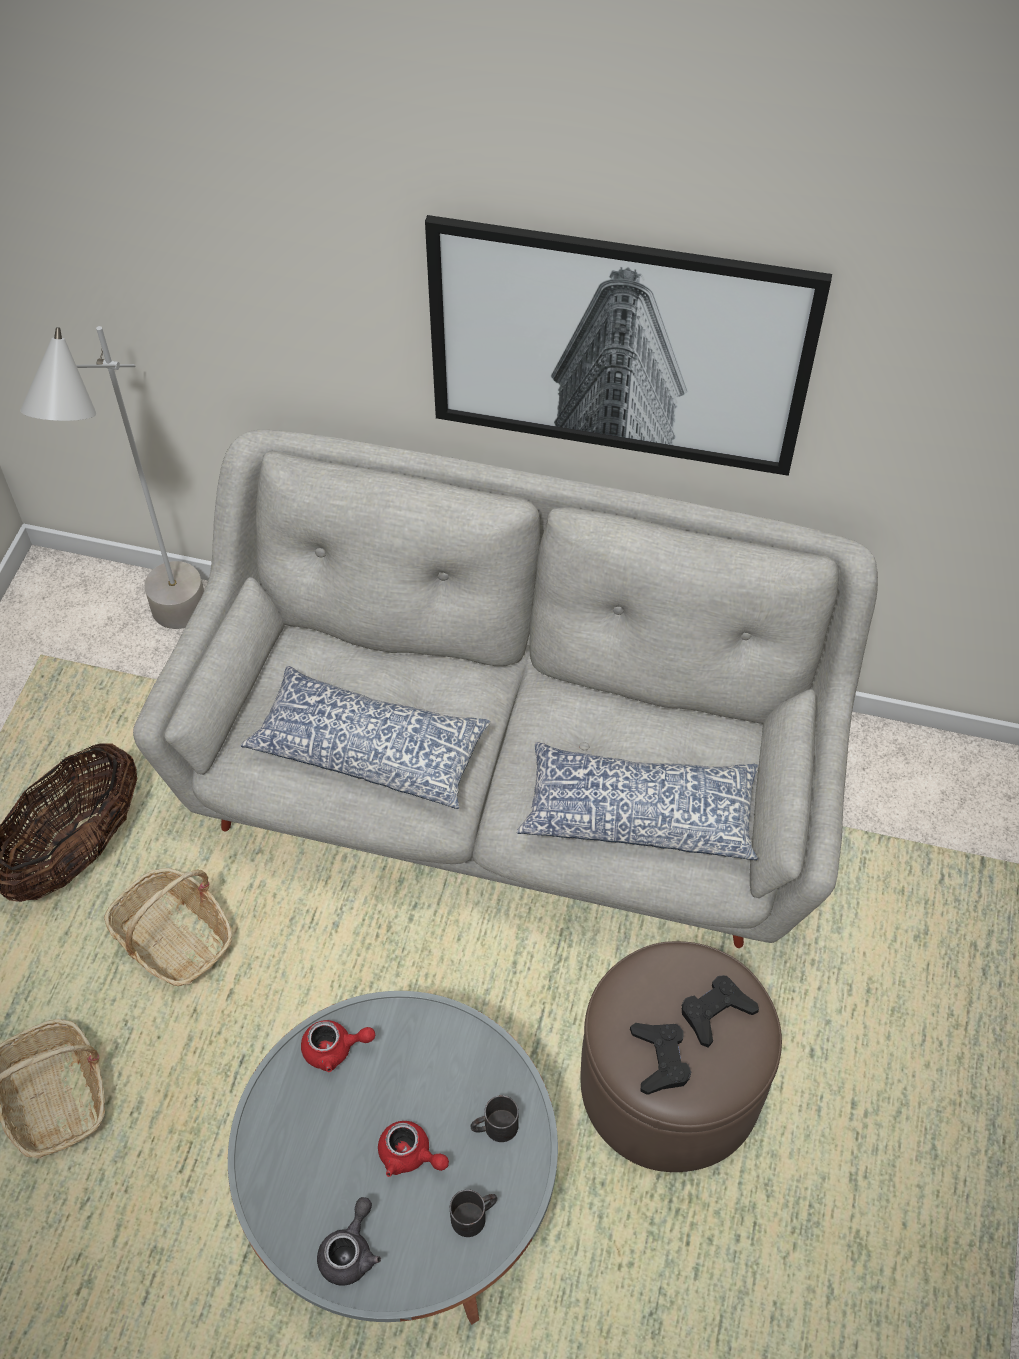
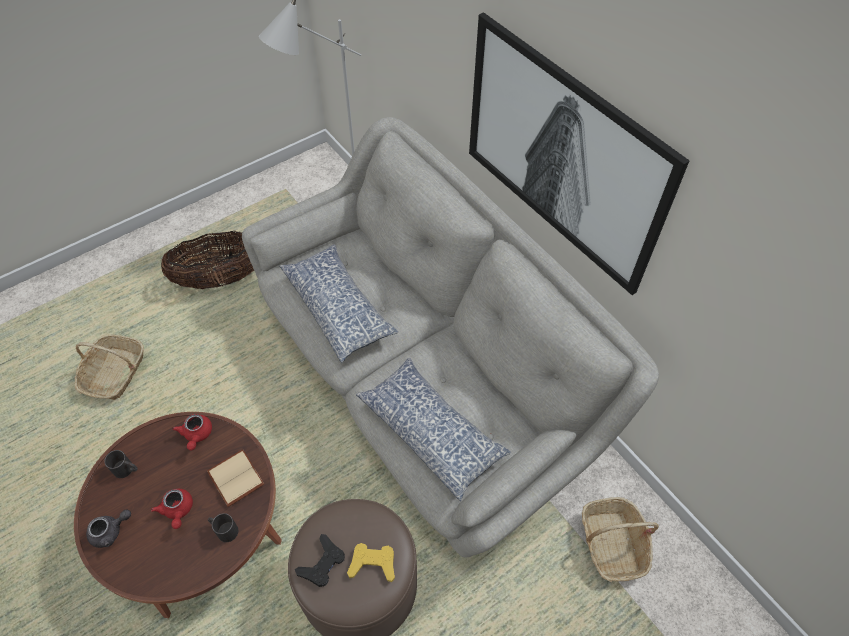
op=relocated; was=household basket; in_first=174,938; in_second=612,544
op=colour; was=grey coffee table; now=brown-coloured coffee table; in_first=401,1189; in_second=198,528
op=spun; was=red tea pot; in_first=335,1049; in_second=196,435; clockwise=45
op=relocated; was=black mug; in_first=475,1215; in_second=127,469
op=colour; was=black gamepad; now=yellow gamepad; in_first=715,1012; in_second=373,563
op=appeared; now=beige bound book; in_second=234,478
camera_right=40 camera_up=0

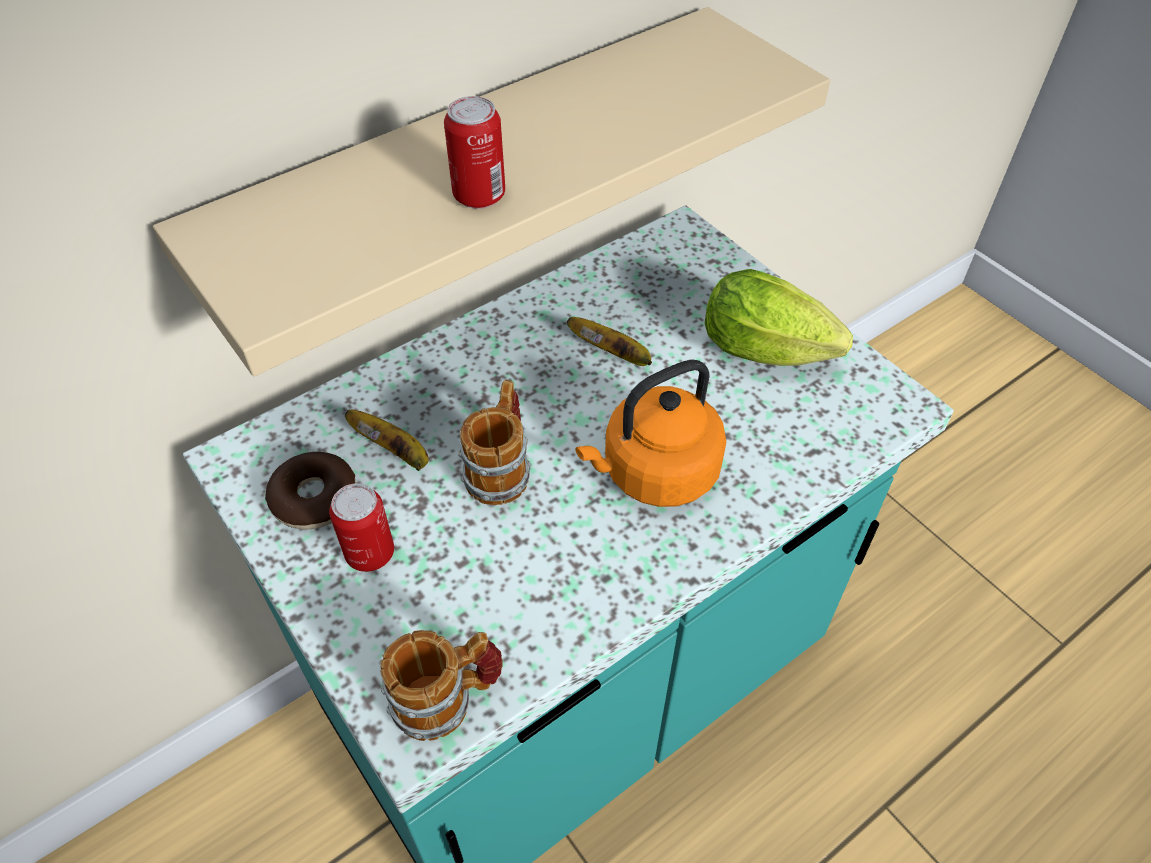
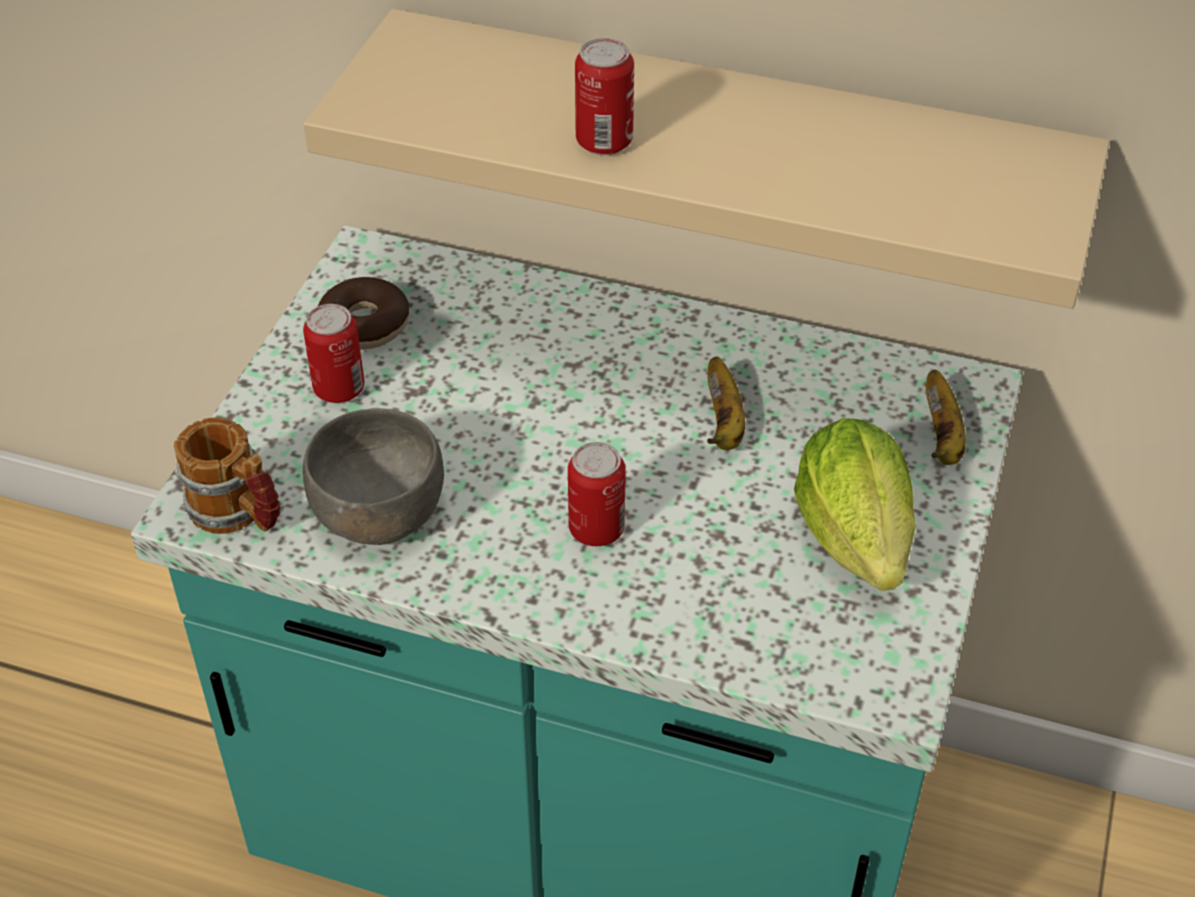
op=relocated; was=whole banana; in_first=395,452; in_second=942,438
op=missing; was=mug; in_first=501,468
op=exchanged; was=orange-coloured water kettle; now=metal can; in_first=654,473; in_second=596,530
op=appeared; now=grey bowl; in_second=378,514
camera_right=55 camera_up=-5

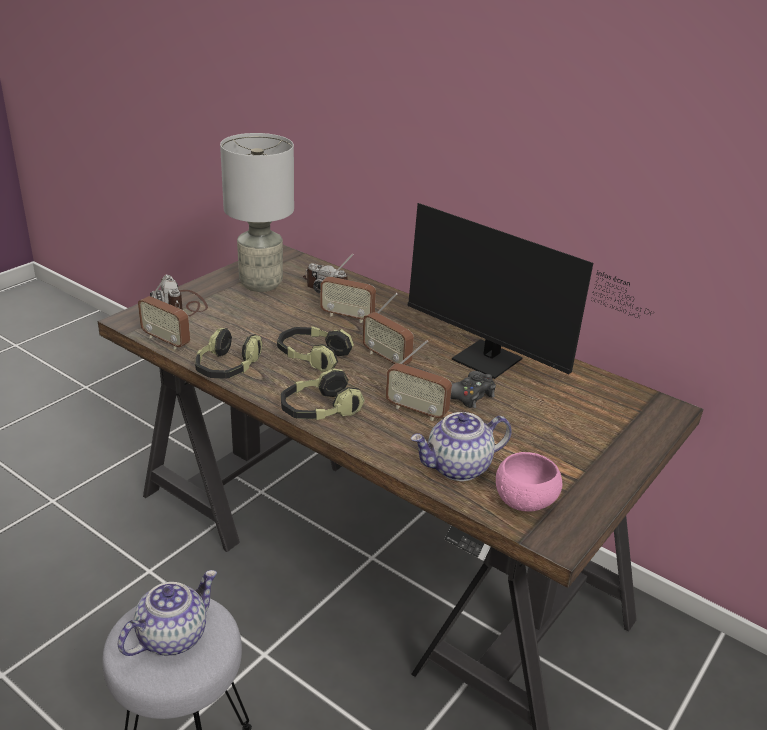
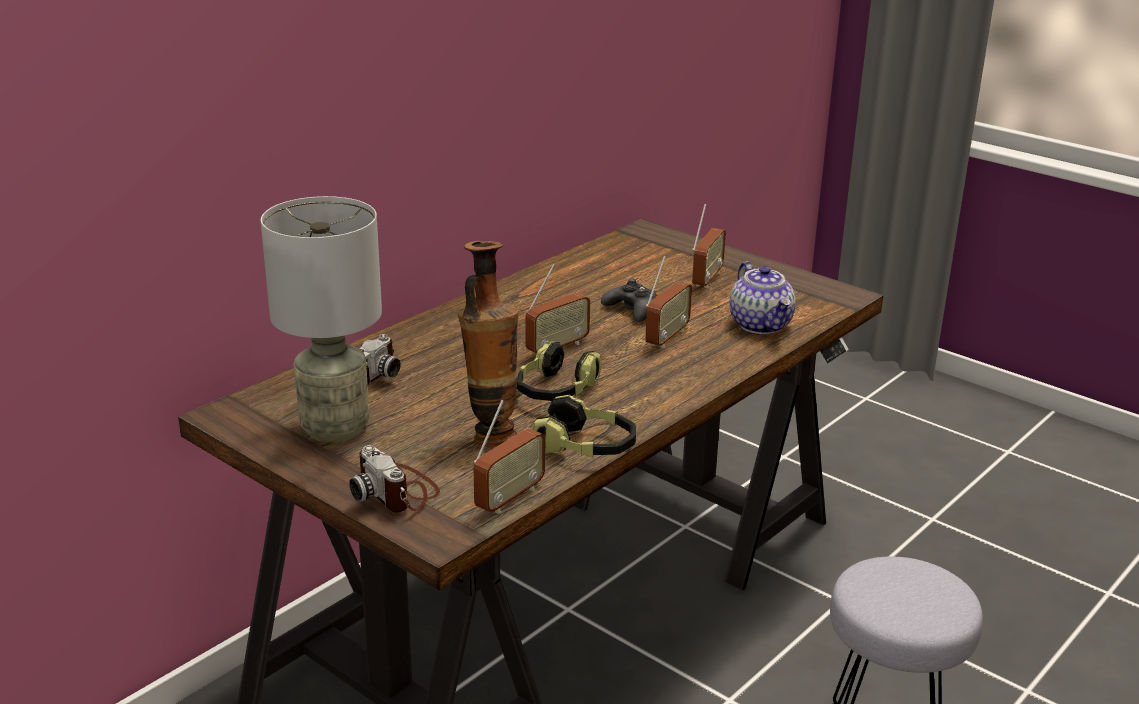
op=missing; was=tea pot; in_first=172,635
op=spun; was=still camera; in_first=182,305; in_second=397,491; clockwise=75
op=missing; was=headset; in_first=319,410
op=relocated; was=radio set; in_first=347,316; in_second=706,279
op=missing; was=monitor; in_first=493,364
op=missing; was=pink bowl; in_first=524,502
op=appeared; now=vase; in_second=491,434
camera_right=-85 camera_up=-5

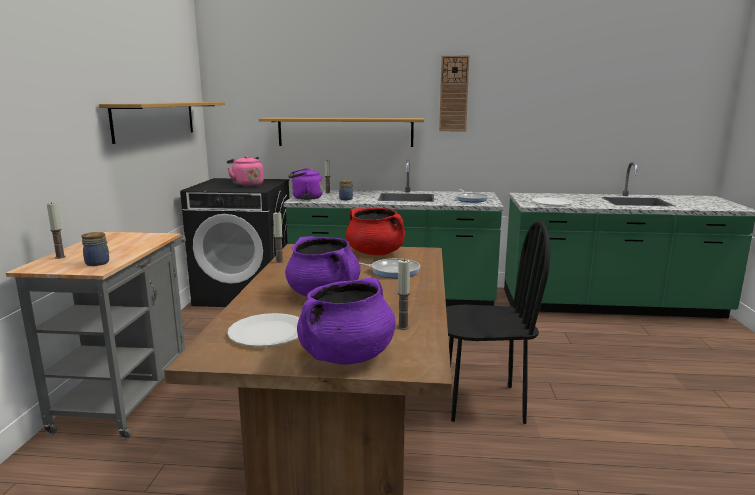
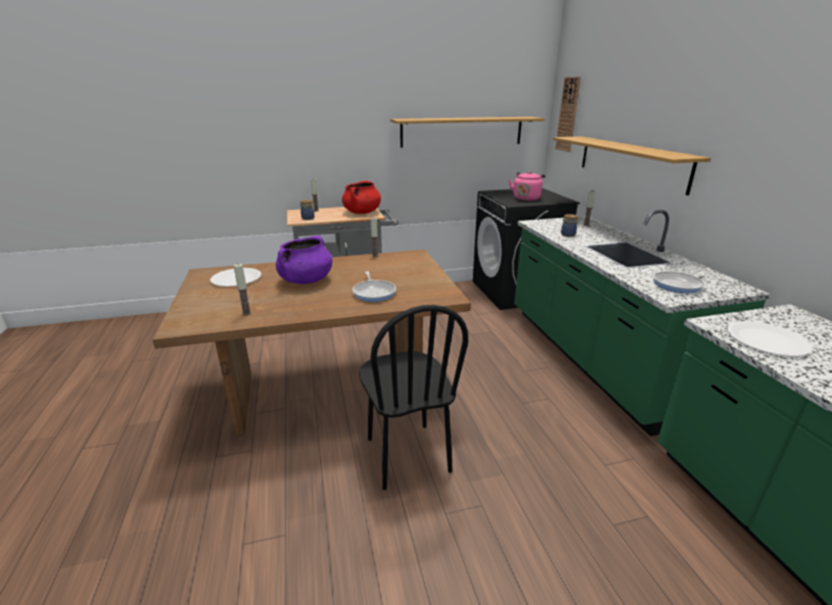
op=missing; was=purple water kettle; in_first=305,198
op=missing; was=purple cooking pot; in_first=346,356
op=relocated; was=red cooking pot; in_first=375,253; in_second=362,212
op=relocated; was=clock on the wall; in_first=453,94; in_second=568,114
camera_right=70 camera_up=10

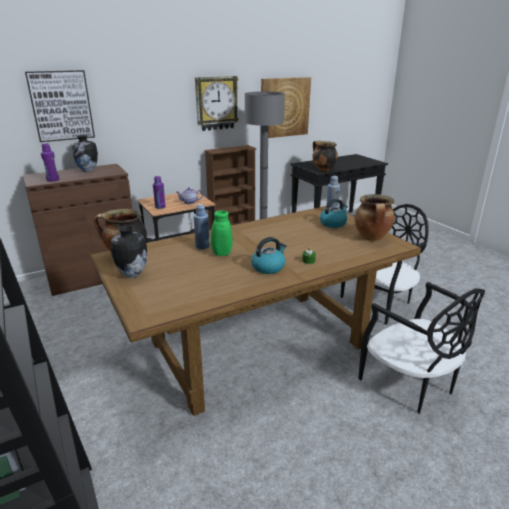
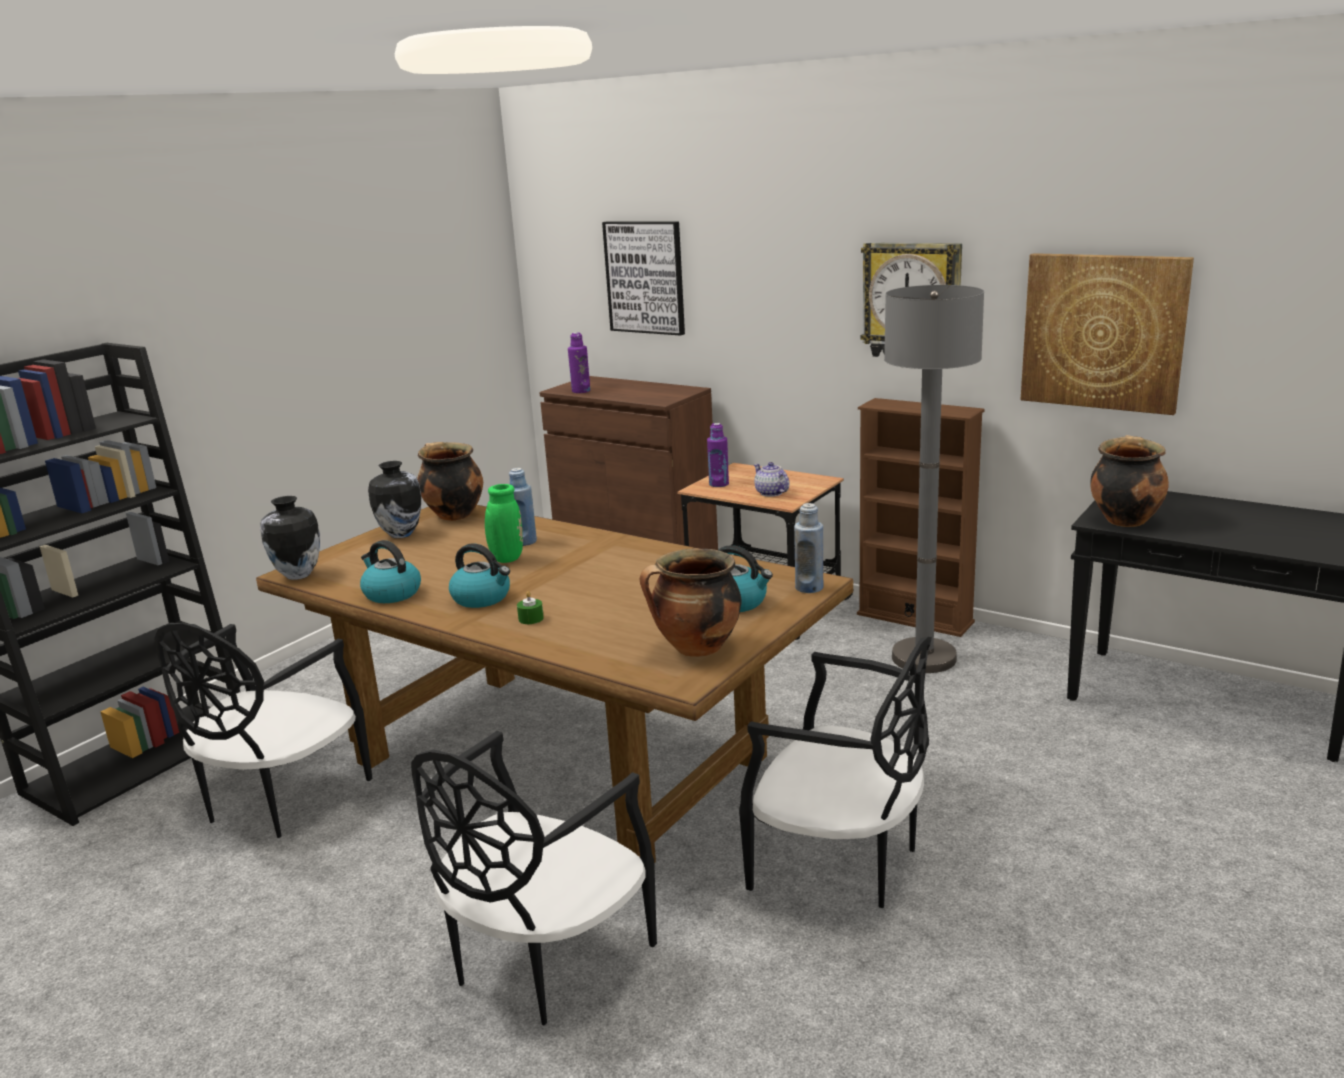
op=relocated; was=vase; in_first=88,170; in_second=297,575
op=appeared; now=black plain chair; in_second=280,799
op=appeared; now=water kettle; in_second=391,593
camera_right=65 camera_up=-5

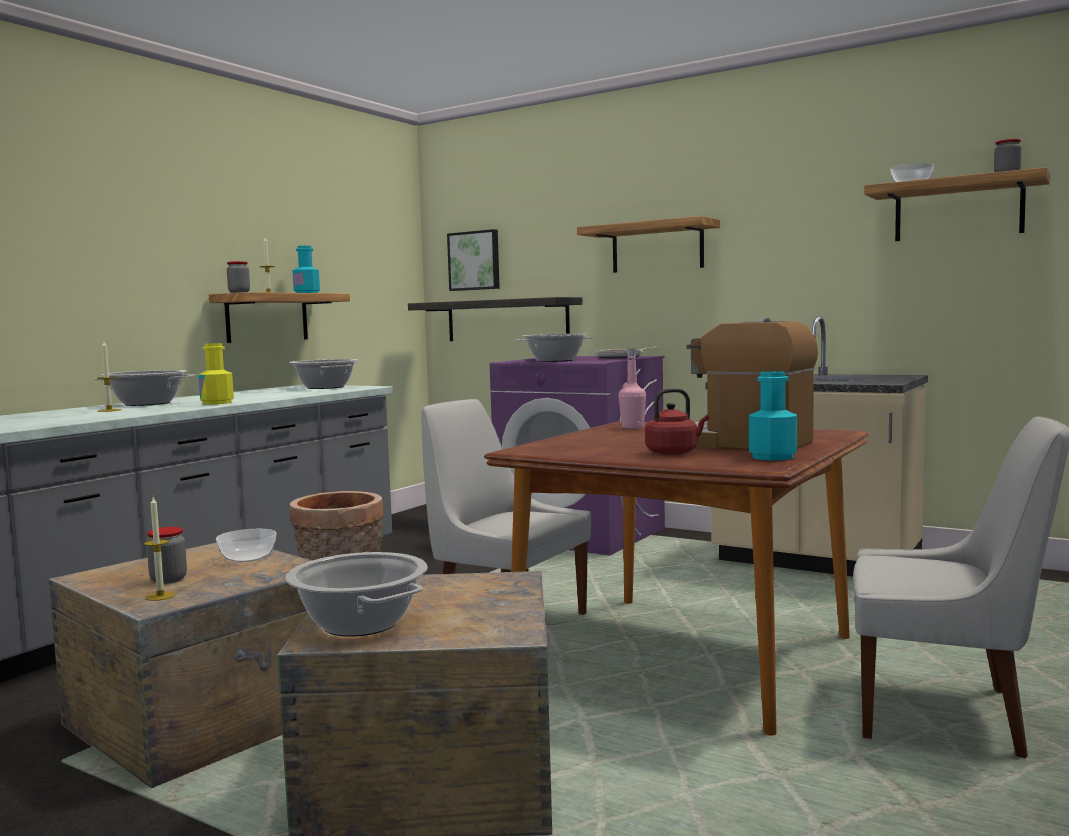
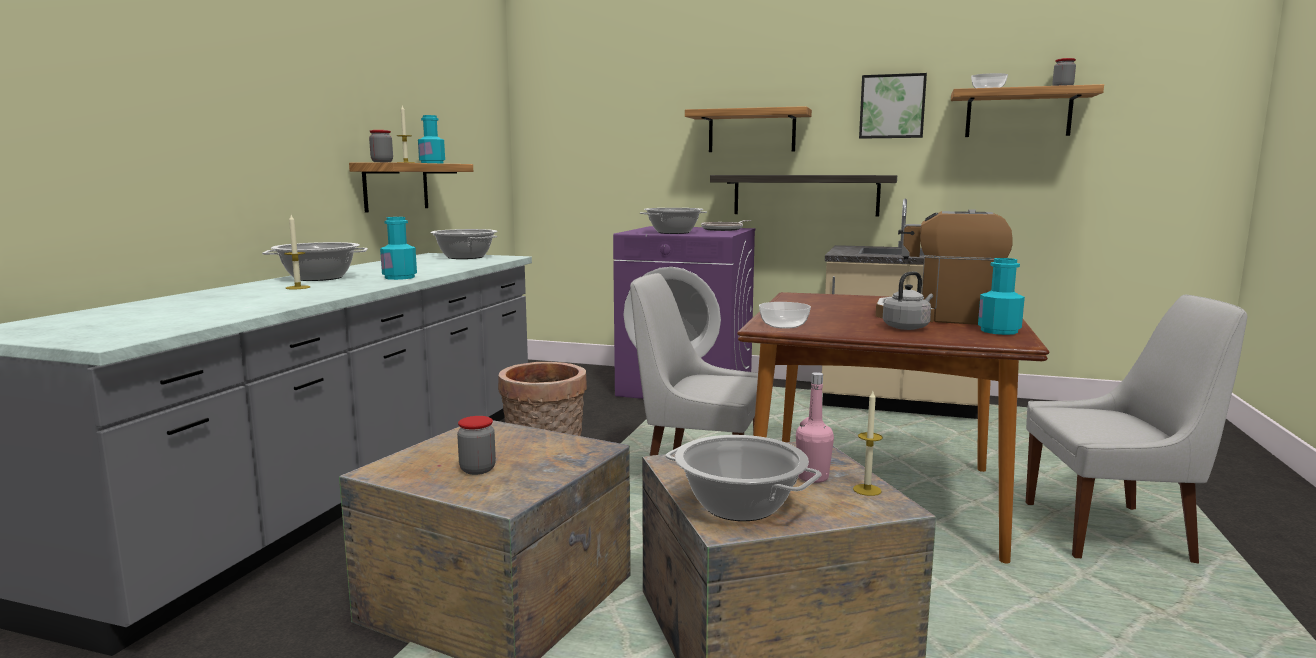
op=relocated; was=wax candle; in_first=160,596; in_second=867,490
op=colour; was=yellow beverage bottle; now=turquoise beverage bottle; in_first=217,403; in_second=399,277
op=relocated; was=bowl; in_first=246,557; in_second=783,325
op=relocated; was=bracket shelf; in_first=507,320; in_second=805,195
op=relocated; was=picture; in_first=475,260; in_second=892,106
op=relocated; was=pink beverage bottle; in_first=632,427; in_second=813,477
op=colour; was=red water kettle; now=grey water kettle; in_first=674,452; in_second=907,327
camera_right=-15 camera_up=5

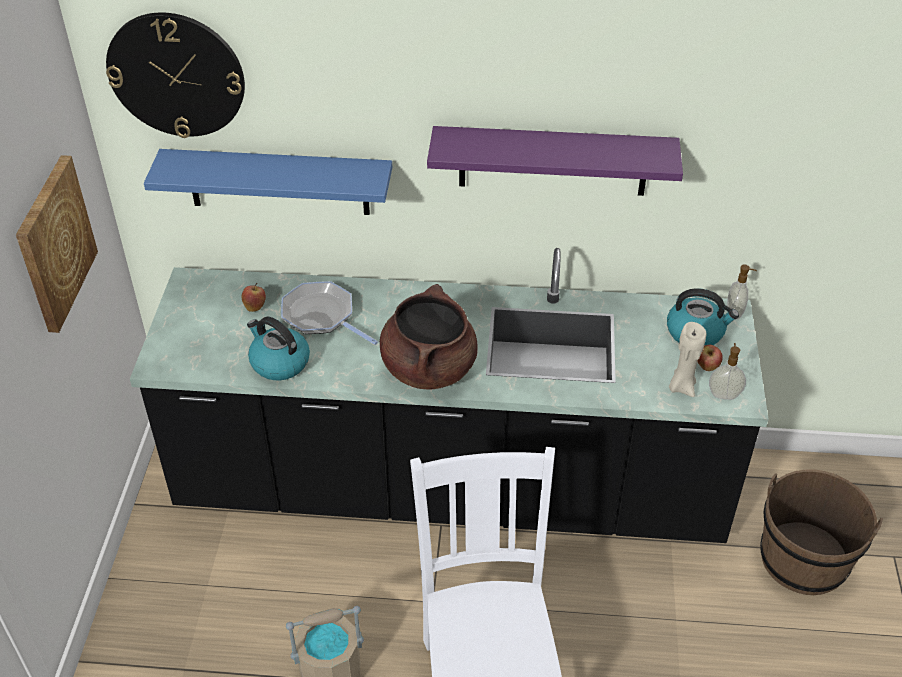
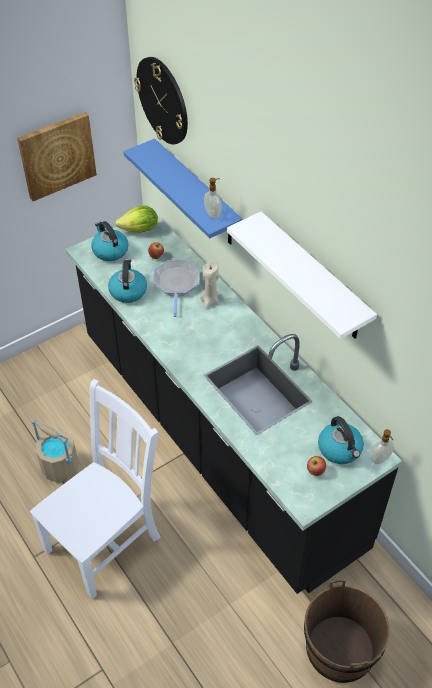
op=missing; was=brown-coloured cooking pot; in_first=428,368
op=colour; was=purple bracket shelf; now=white bracket shelf; in_first=553,161; in_second=313,278
op=relocated; was=beige wax candle; in_first=681,387; in_second=210,301
op=relocated; was=liquid soap bottle; in_first=724,394; in_second=213,214
op=appeared; now=water kettle; in_second=110,251
op=appeared; now=head of lettuce; in_second=140,230
camera_right=50 camera_up=5

